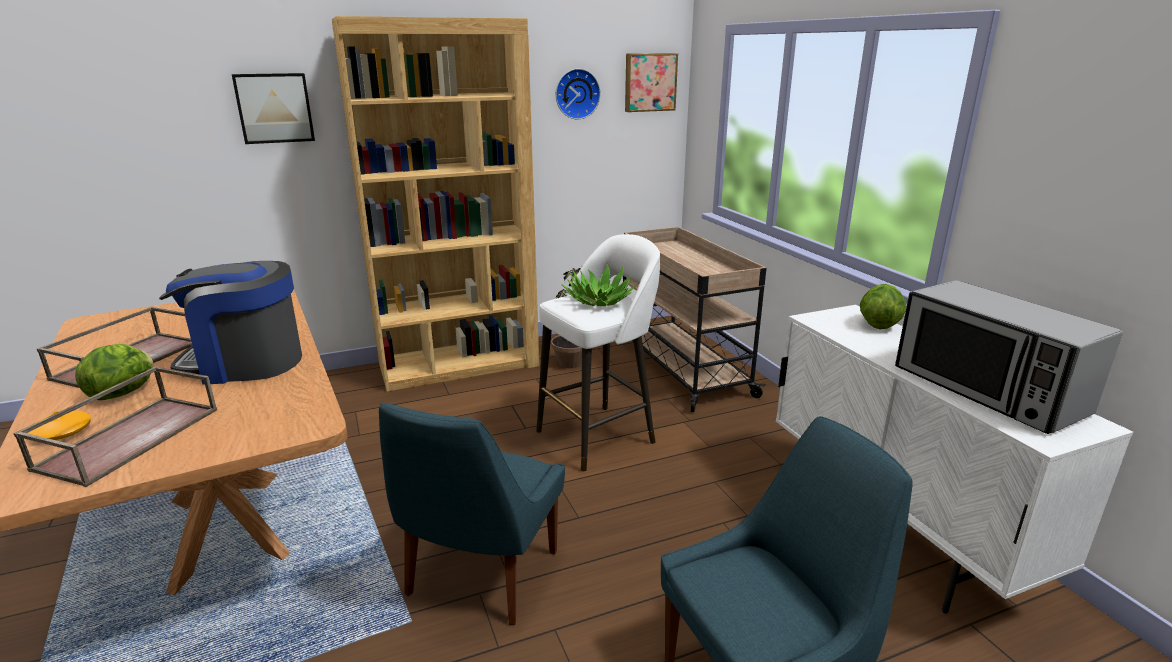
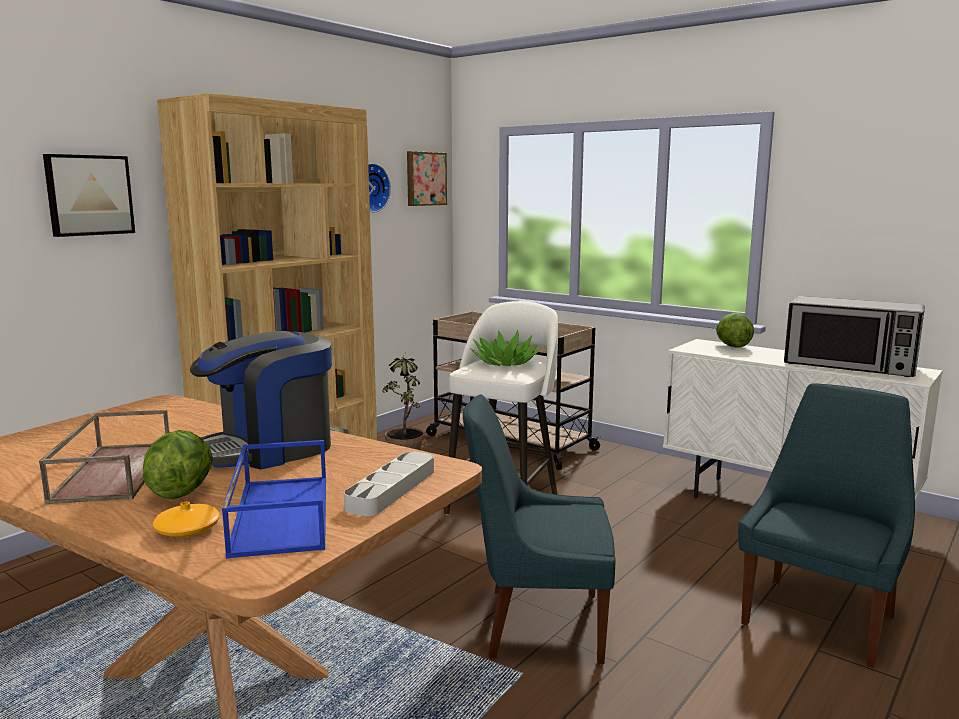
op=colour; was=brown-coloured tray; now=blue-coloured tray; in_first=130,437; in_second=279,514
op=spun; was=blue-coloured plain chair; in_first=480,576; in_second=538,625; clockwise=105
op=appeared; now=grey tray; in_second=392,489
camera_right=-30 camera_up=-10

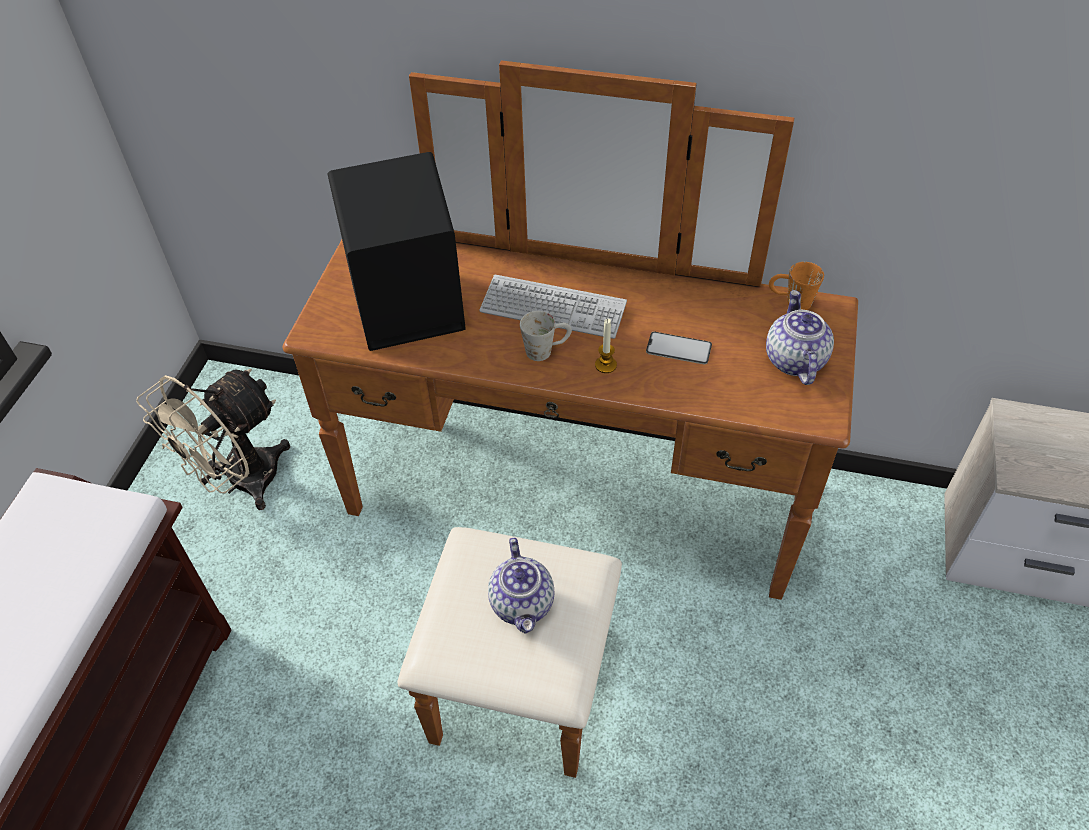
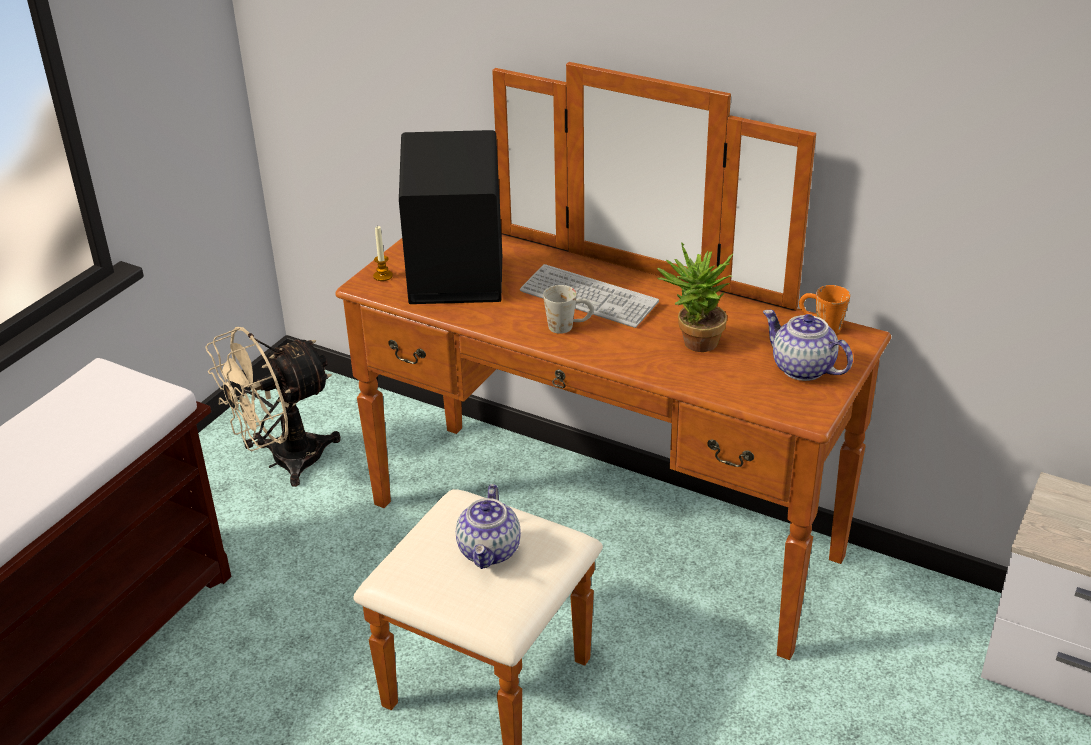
op=relocated; was=wax candle; in_first=605,365; in_second=383,276
op=exchanged; was=handset; now=potted plant; in_first=678,348; in_second=693,344
op=spun; was=tea pot; in_first=794,360; in_second=801,368; clockwise=-60
camera_right=15 camera_up=-15

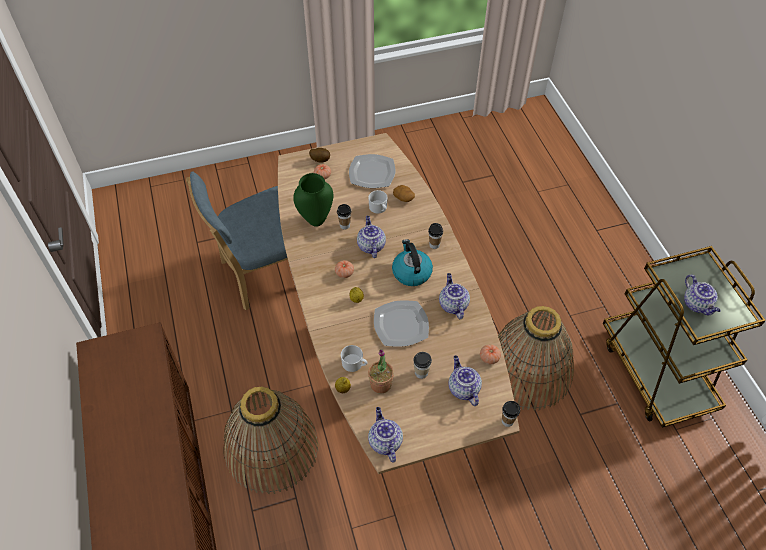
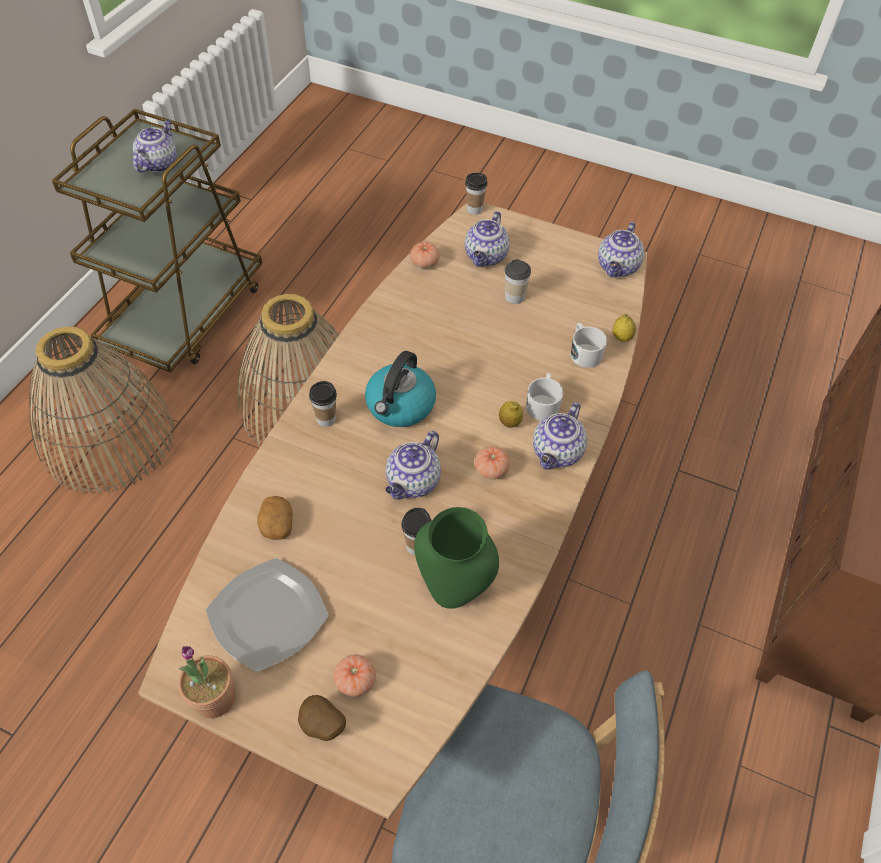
op=relocated; was=household basket; in_first=271,448; in_second=108,438
op=relocated; was=white mug; in_first=379,208; in_second=543,404
op=relocated; was=potted plant; in_first=380,384; in_second=214,698
op=missing; was=plate; in_first=401,325
op=relocated; was=tea pot; in_first=452,305; in_second=557,453
camera_right=-140 camera_up=0

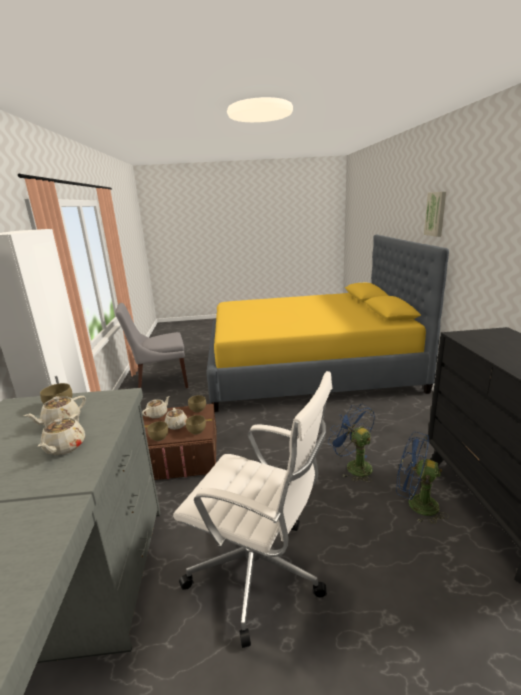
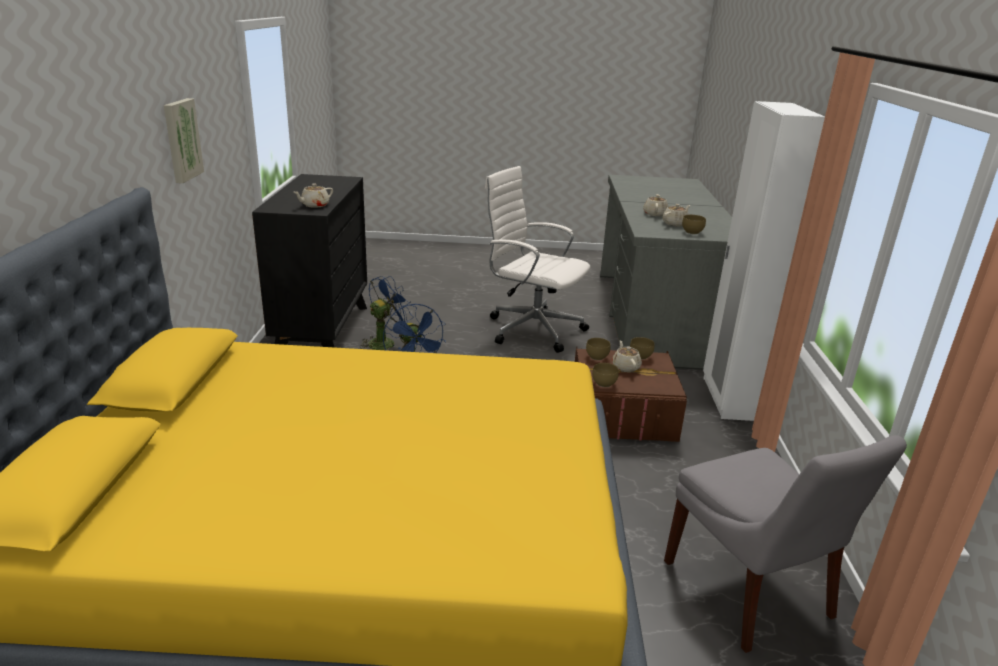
op=spun; was=grey plain chair; in_first=160,383; in_second=750,593; clockwise=75
op=relocated; was=beige tea pot; in_first=157,414; in_second=314,205
op=spun; was=blue-coloured electric fan; in_first=415,504; in_second=385,342; clockwise=-75
op=relocated; was=picture; in_first=436,214; in_second=181,140
camera_right=-175 camera_up=5

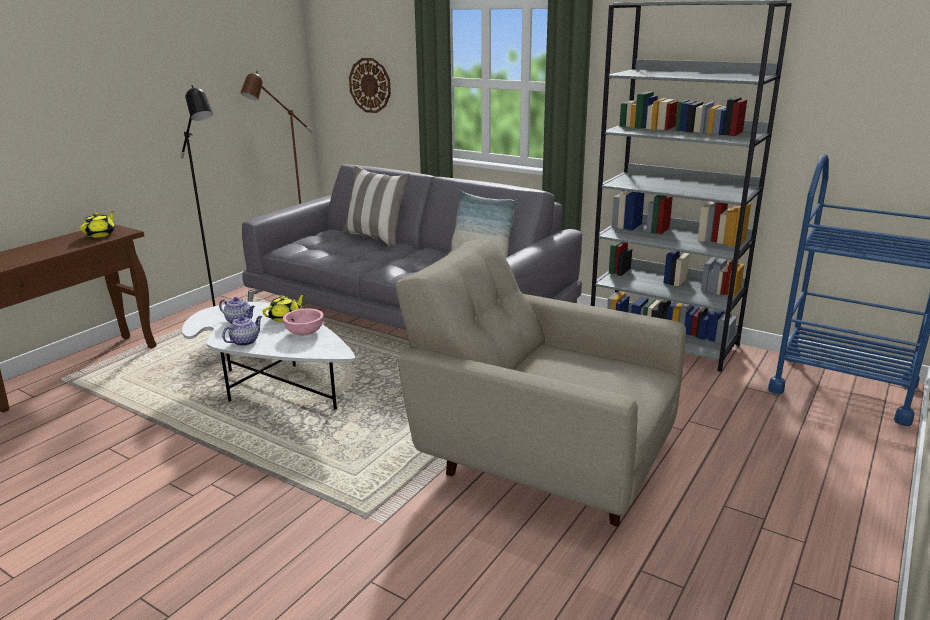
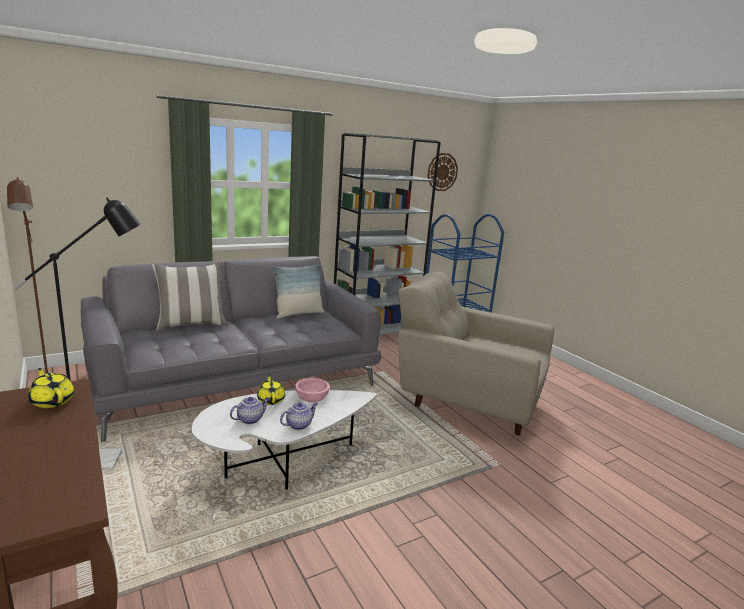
op=spun; was=tea pot; in_first=245,341; in_second=299,425; clockwise=75
op=relocated; was=clock on the wall; in_first=370,85; in_second=442,172
op=spun; was=beige armchair; in_first=538,461; in_second=466,402; clockwise=60
camera_right=-65 camera_up=-5

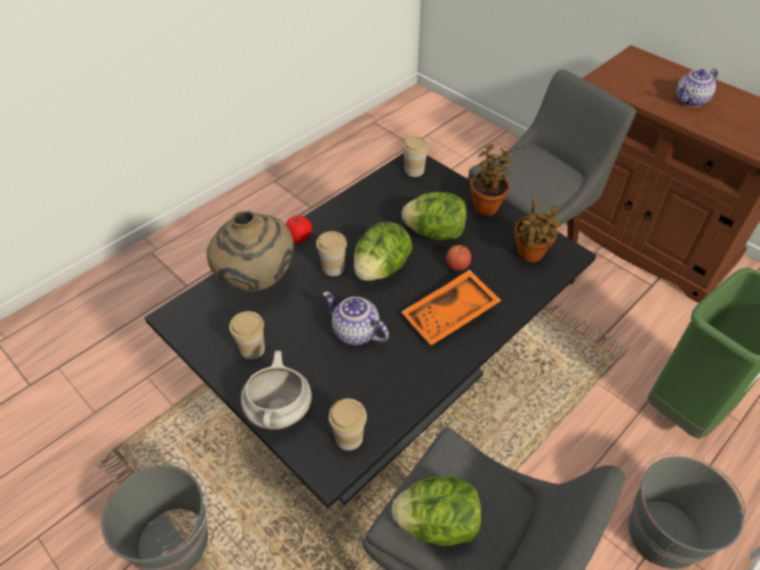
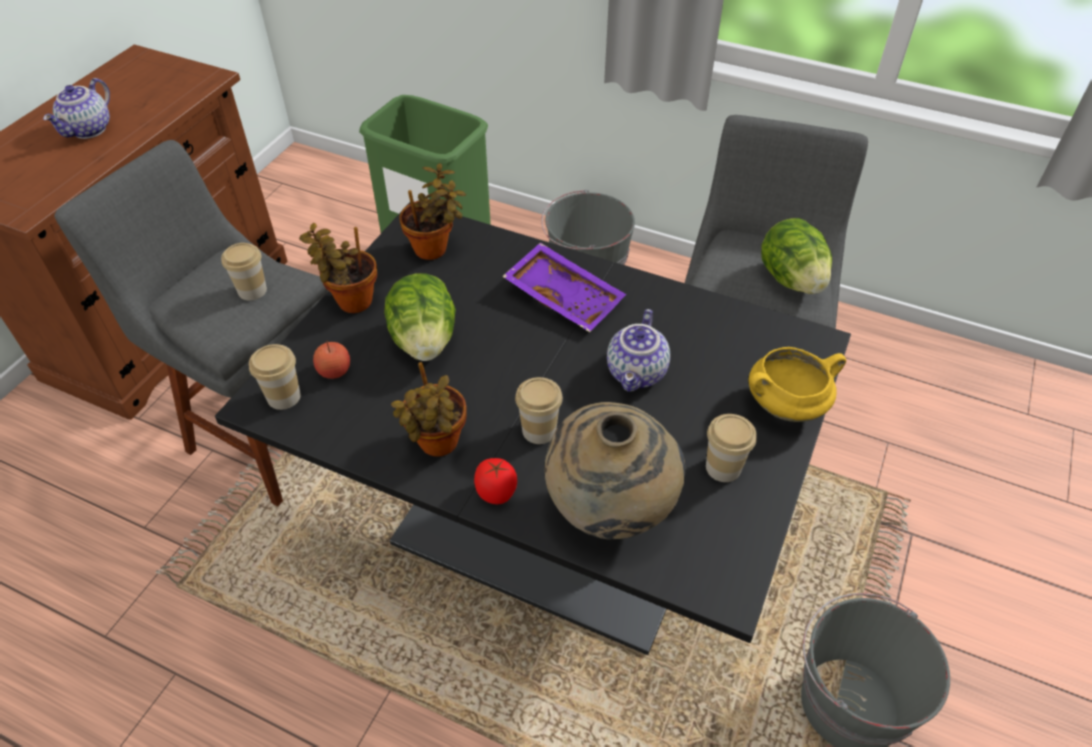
op=colour; was=white cooking pot; now=yellow cooking pot; in_first=280,411; in_second=786,405
op=relocated; was=small cup; in_first=349,438; in_second=252,290
op=missing; was=head of lettuce; in_first=381,269
op=colour; was=orange-coloured tray; now=purple tray; in_first=451,316; in_second=565,296
op=relocated; was=apple; in_first=457,265; in_second=334,371
op=spun; was=tea pot; in_first=691,101; in_second=89,130; clockwise=75
op=appeared; now=potted plant; in_second=437,445
camera_right=-110 camera_up=0

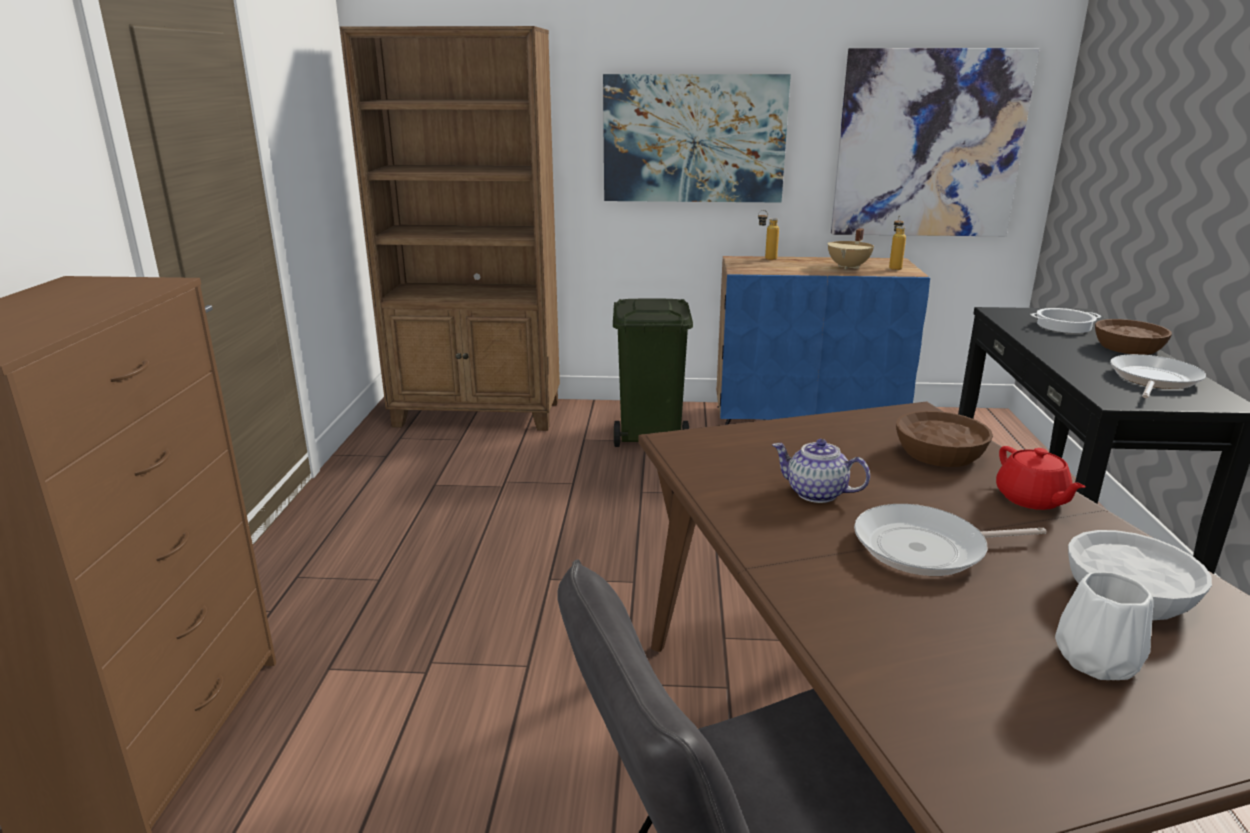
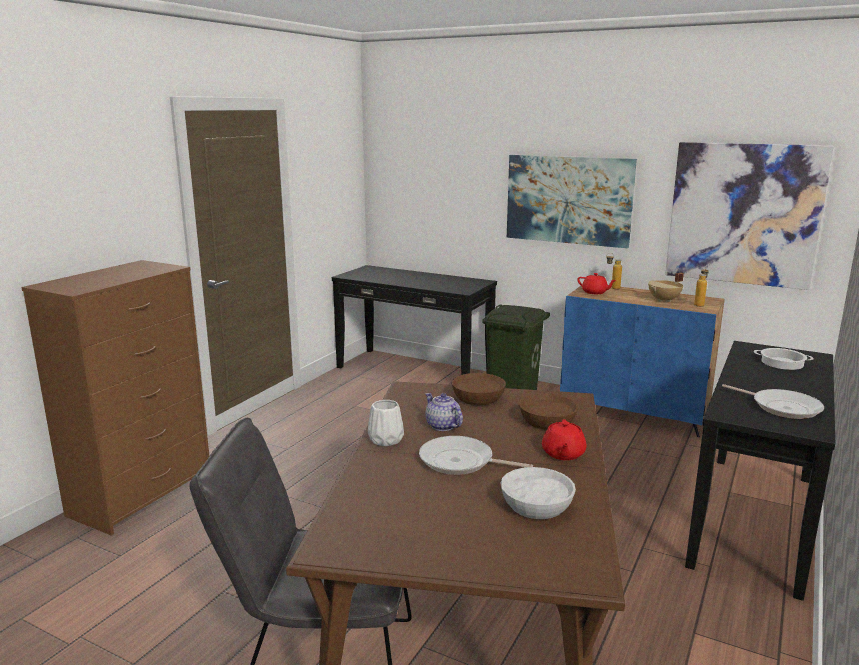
op=exchanged; was=brown-coloured shelving unit; now=black console table; in_first=478,414; in_second=414,370
op=relocated; was=white vase; in_first=1097,659; in_second=387,440
op=relocated; was=brown-coloured bowl; in_first=1128,348; in_second=479,398
op=spun; was=skillet; in_first=1152,379; in_second=782,407; clockwise=75
op=appeared; now=red tea pot; in_second=595,292
camera_right=25 camera_up=-5

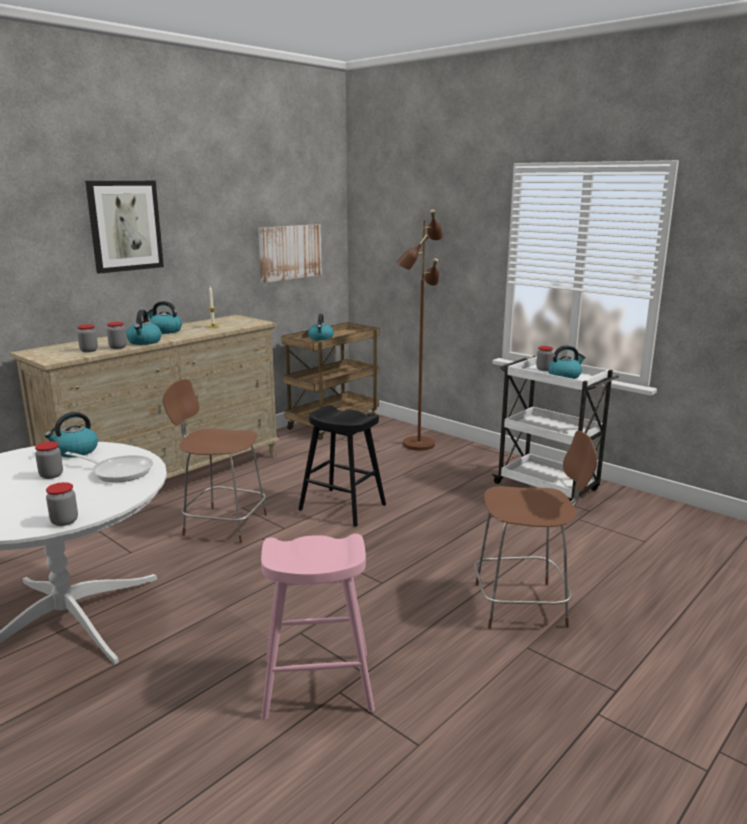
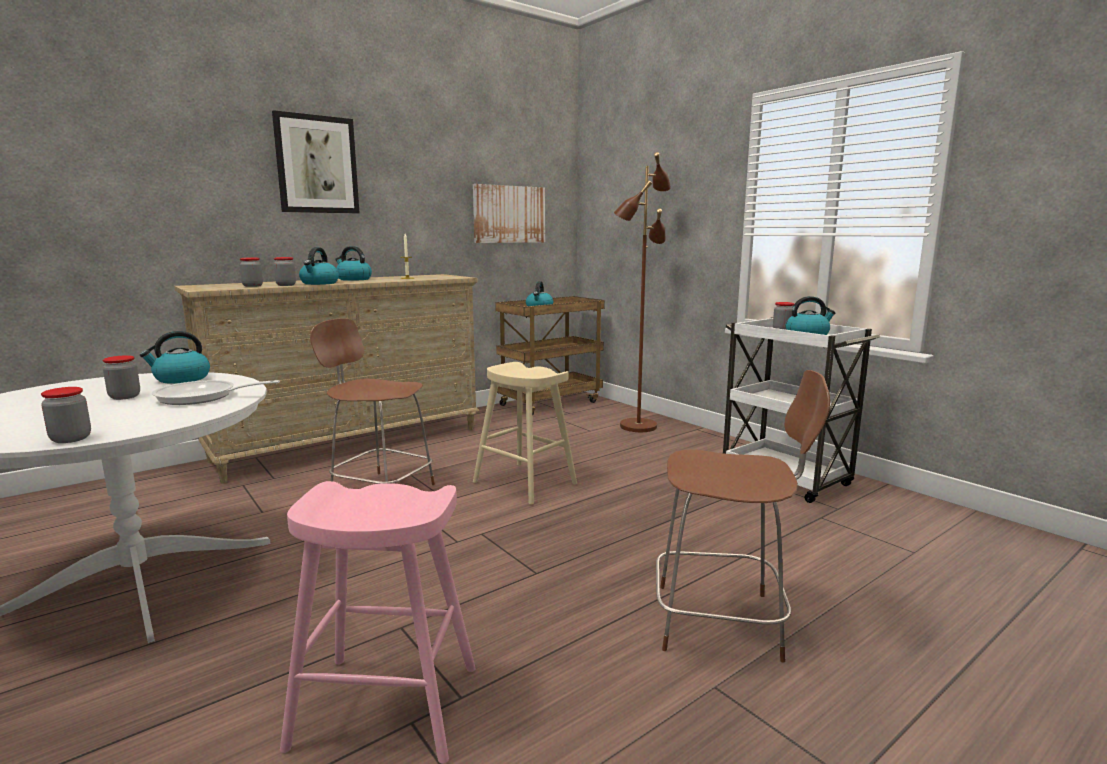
op=spun; was=skillet; in_first=118,471; in_second=202,397; clockwise=150
op=colour; was=black stool seat; now=beige stool seat; in_first=342,507; in_second=525,483
camera_right=10 camera_up=-5

